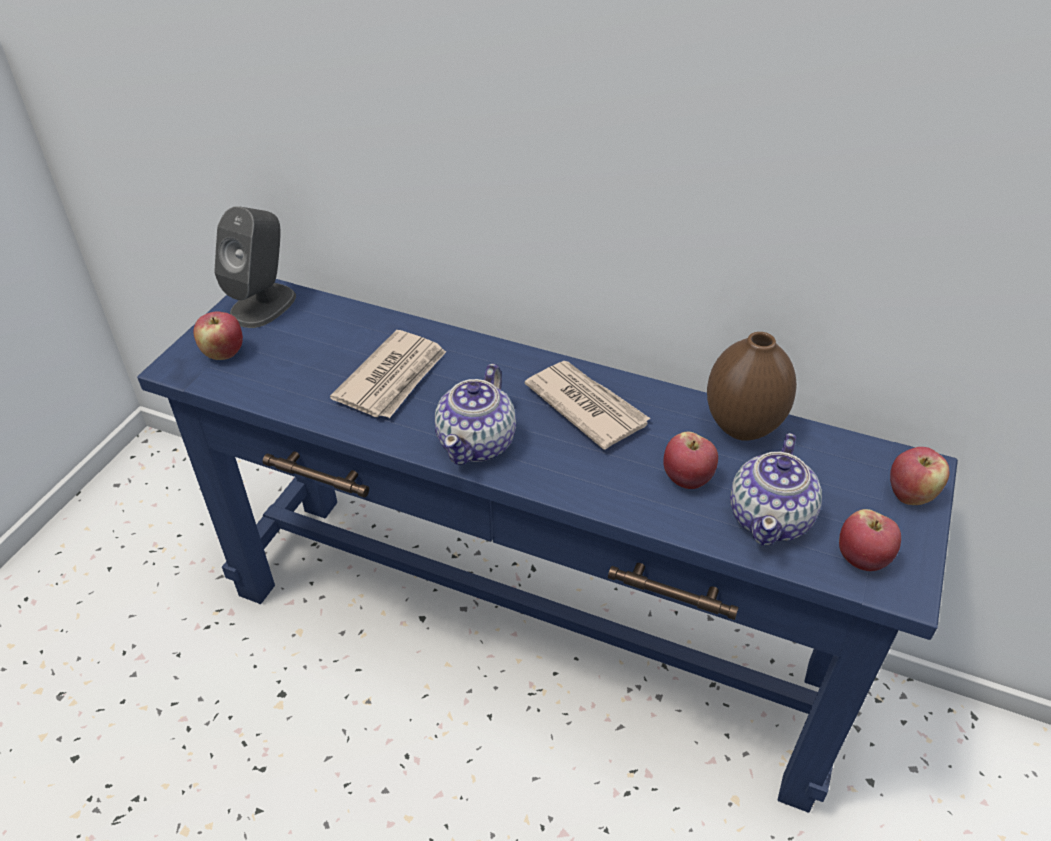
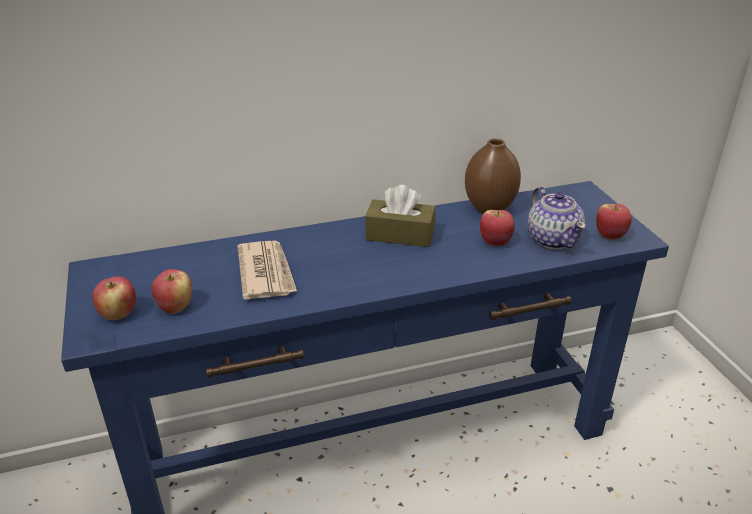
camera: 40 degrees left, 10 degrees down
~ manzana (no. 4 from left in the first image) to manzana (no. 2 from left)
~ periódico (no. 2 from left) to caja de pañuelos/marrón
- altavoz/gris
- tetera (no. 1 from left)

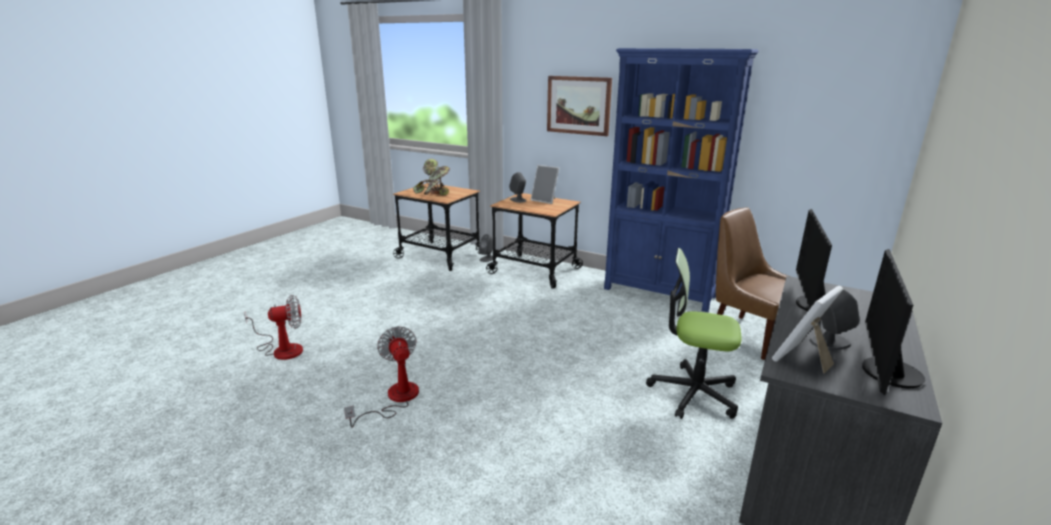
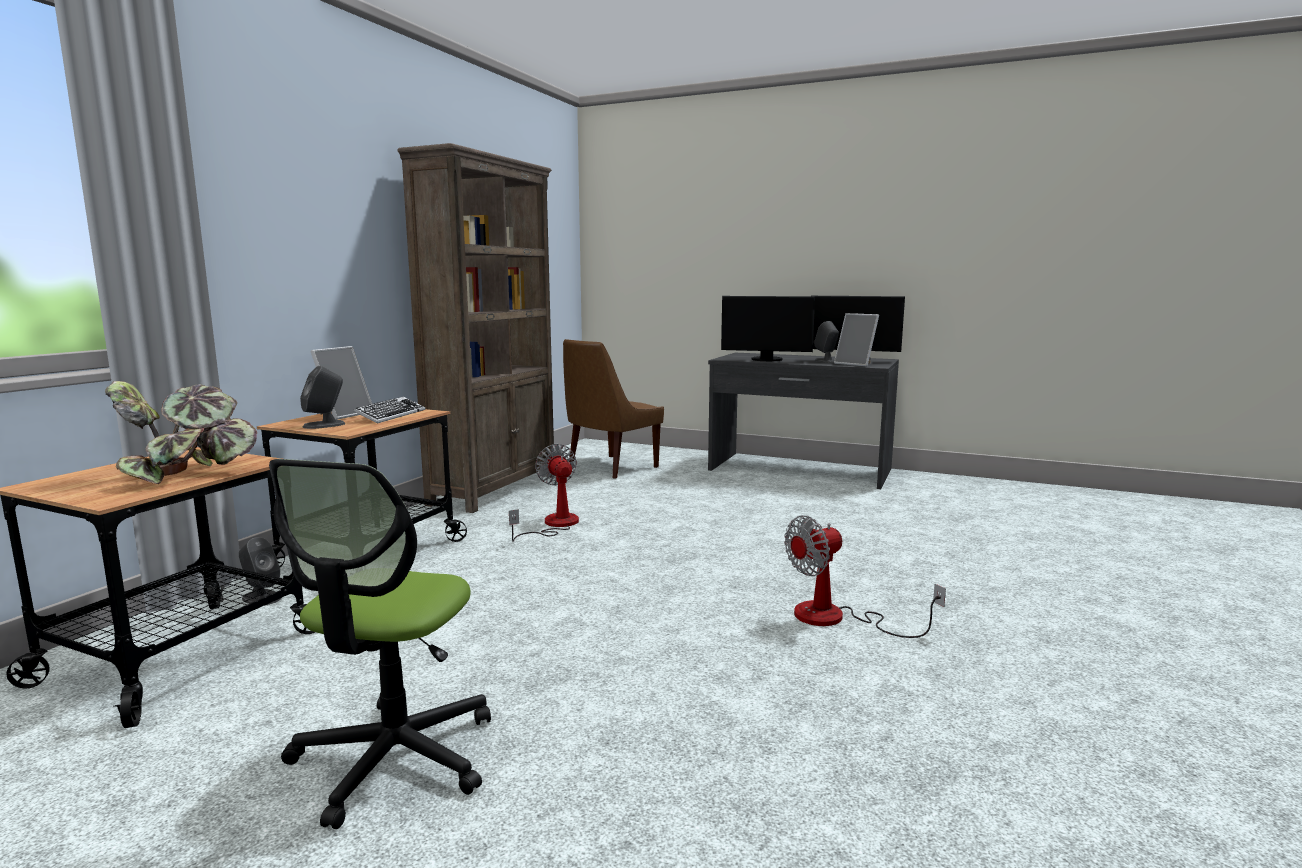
camera: 95 degrees left, 10 degrees down
~ silla de oficina
+ teclado
~ estantería/azul to estantería/marrón
~ ventilador (no. 1 from left)
- cuadro

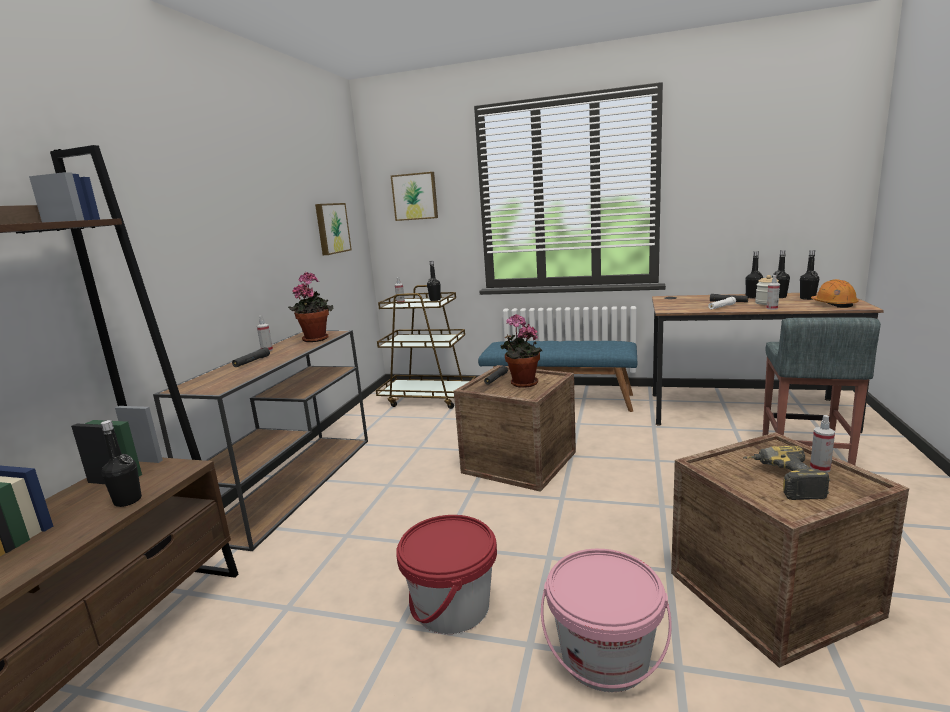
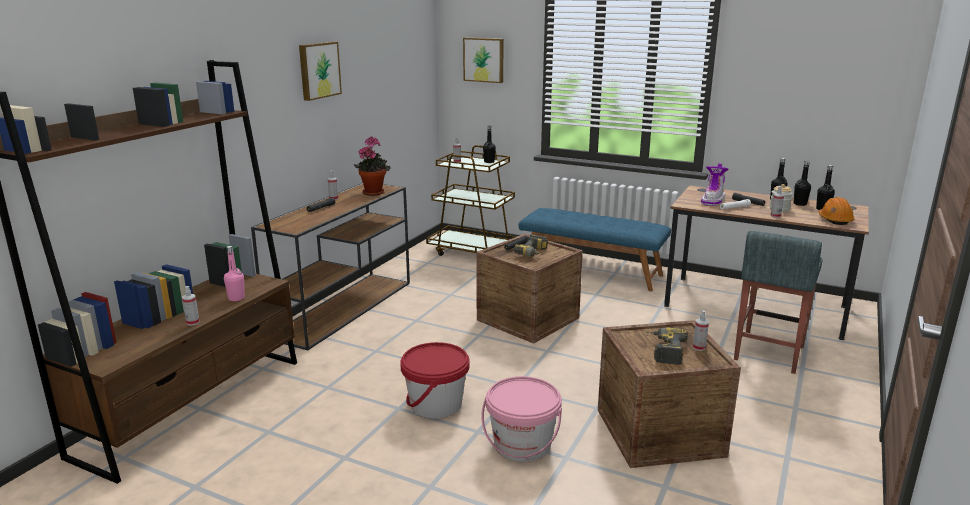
camera: 10 degrees right, 5 degrees up
+ pulverizador (no. 1 from left)
~ botella/negro (no. 1 from left) to botella/rosa
~ cuadro (no. 1 from left)
~ planta en maceta (no. 2 from left) to taladro (no. 1 from left)
+ bota

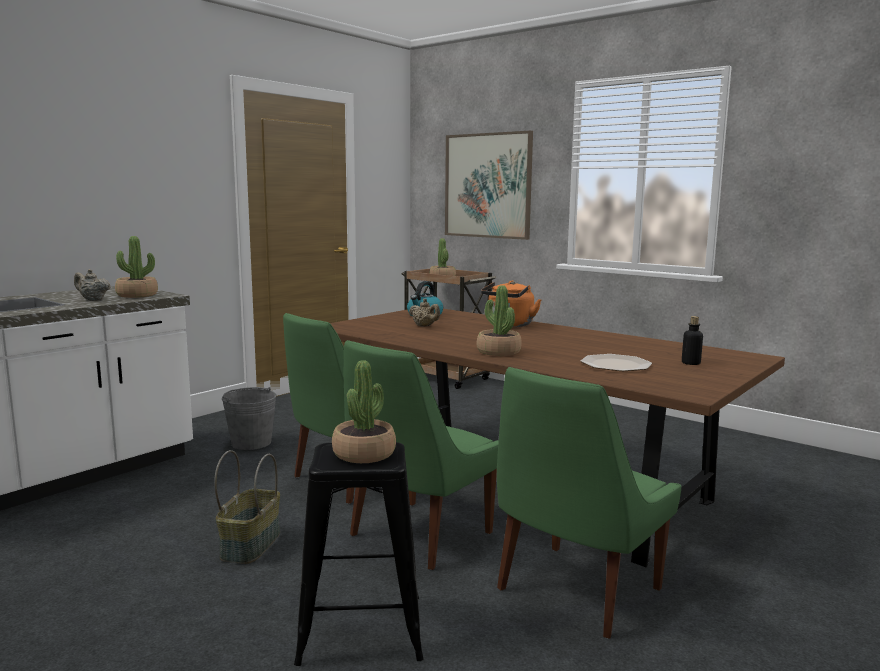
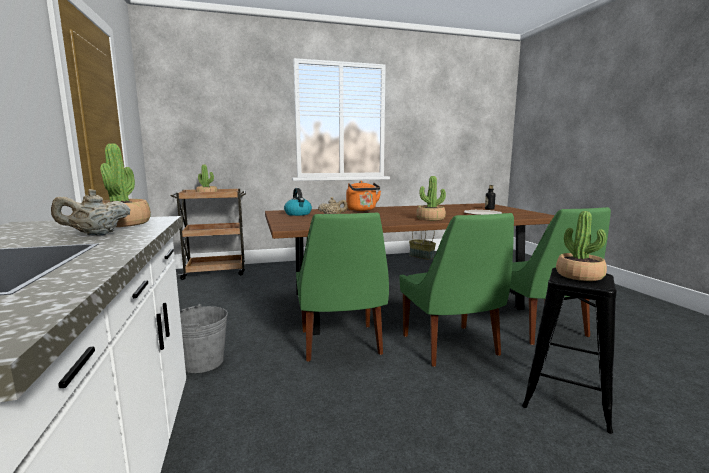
camera: 55 degrees left, 0 degrees up
~ cesta
- cuadro

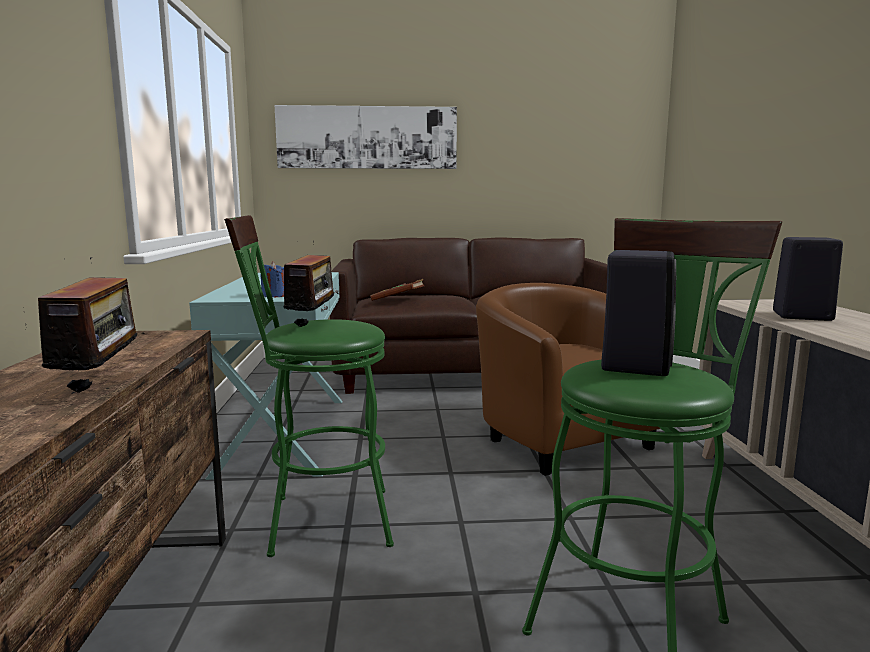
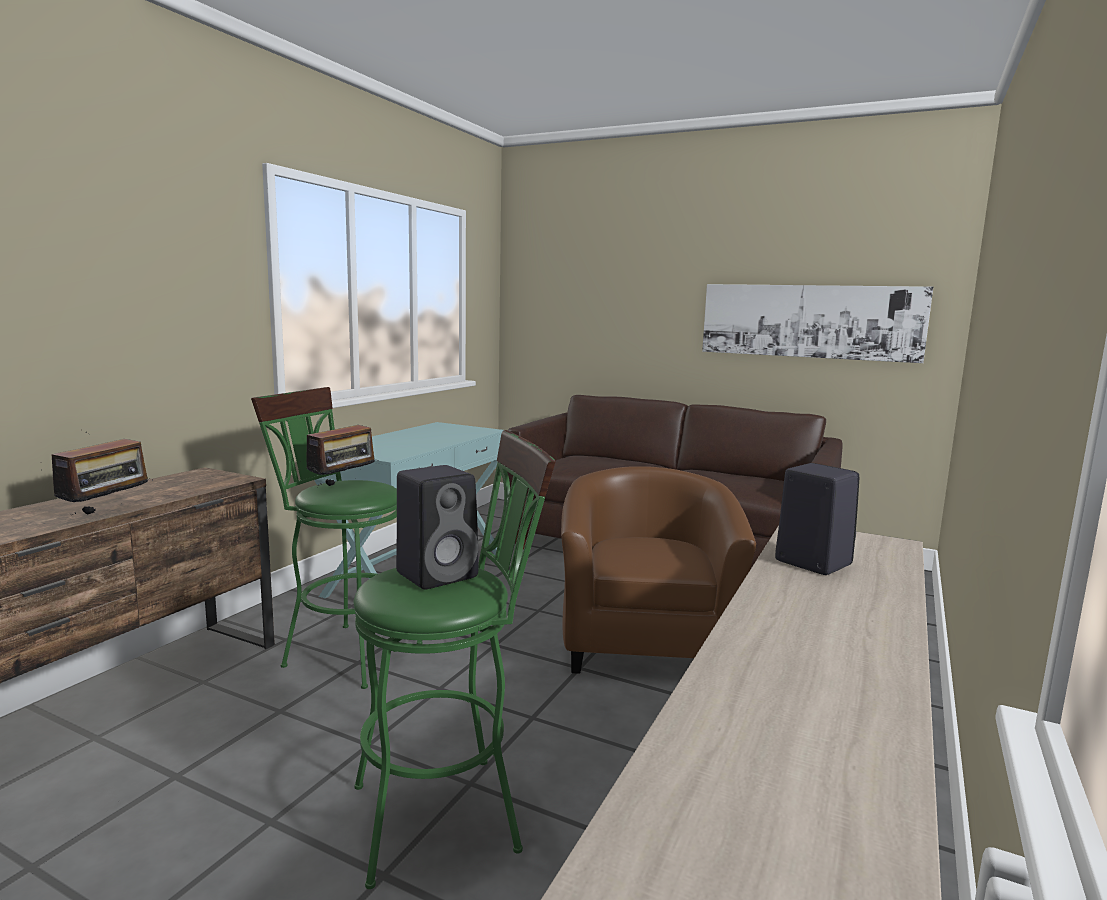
camera: 30 degrees right, 0 degrees up
~ cuadro
- vela/azul
- libro/marrón

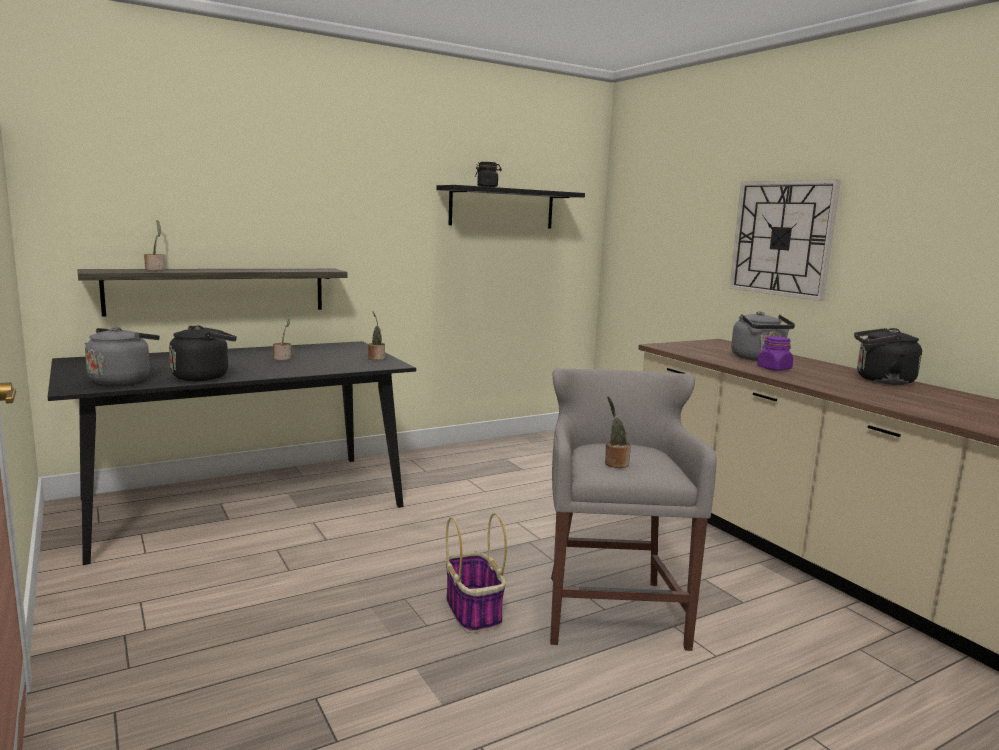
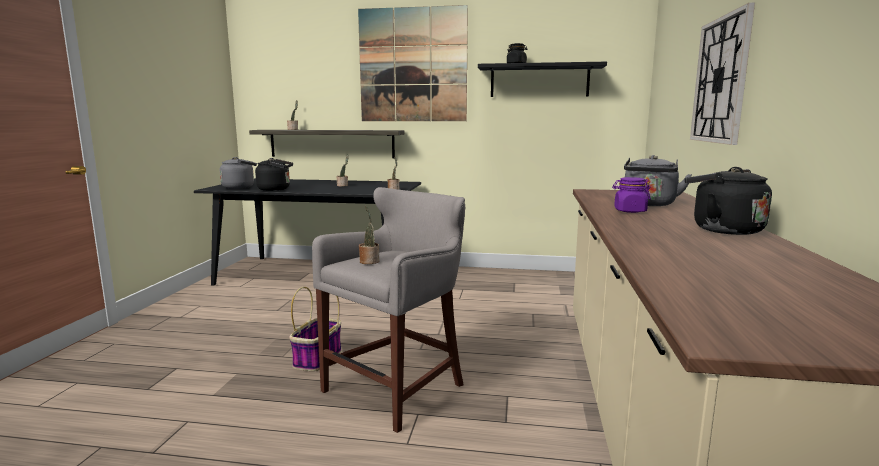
camera: 40 degrees right, 0 degrees up
+ cuadro

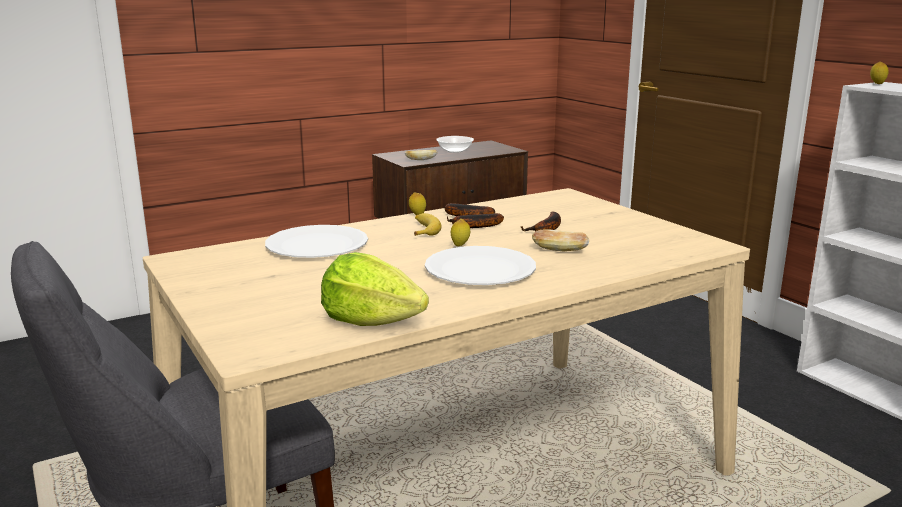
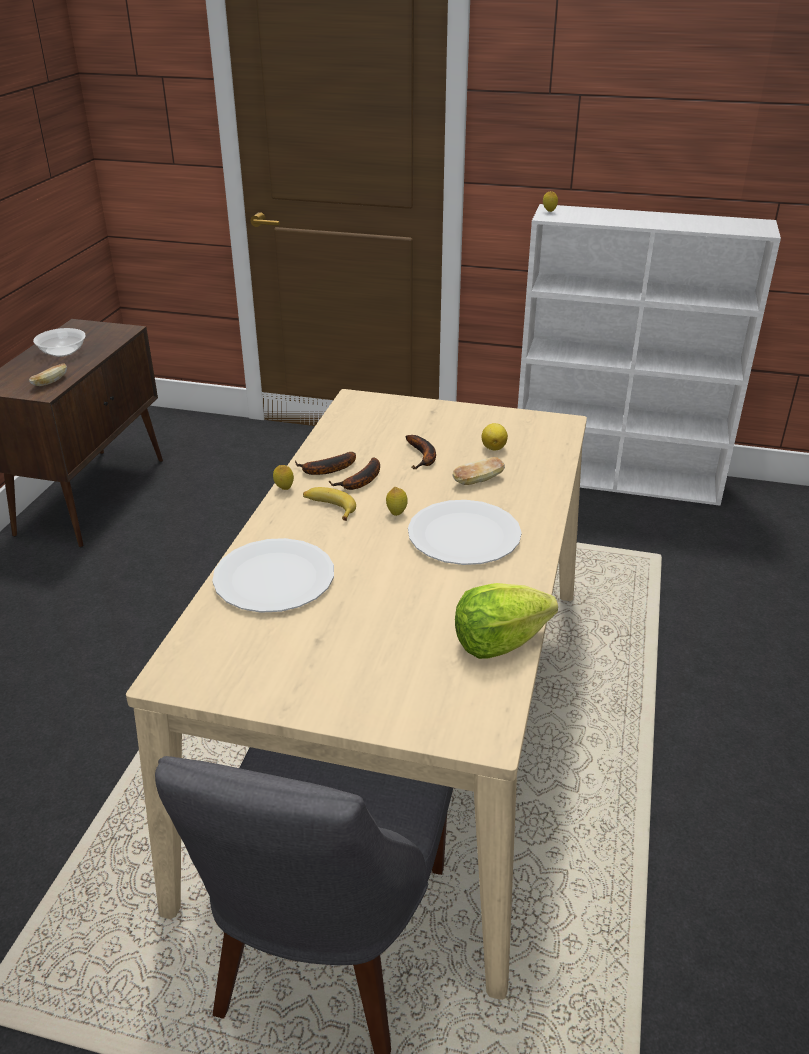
camera: 45 degrees left, 15 degrees up
+ limón (no. 3 from left)

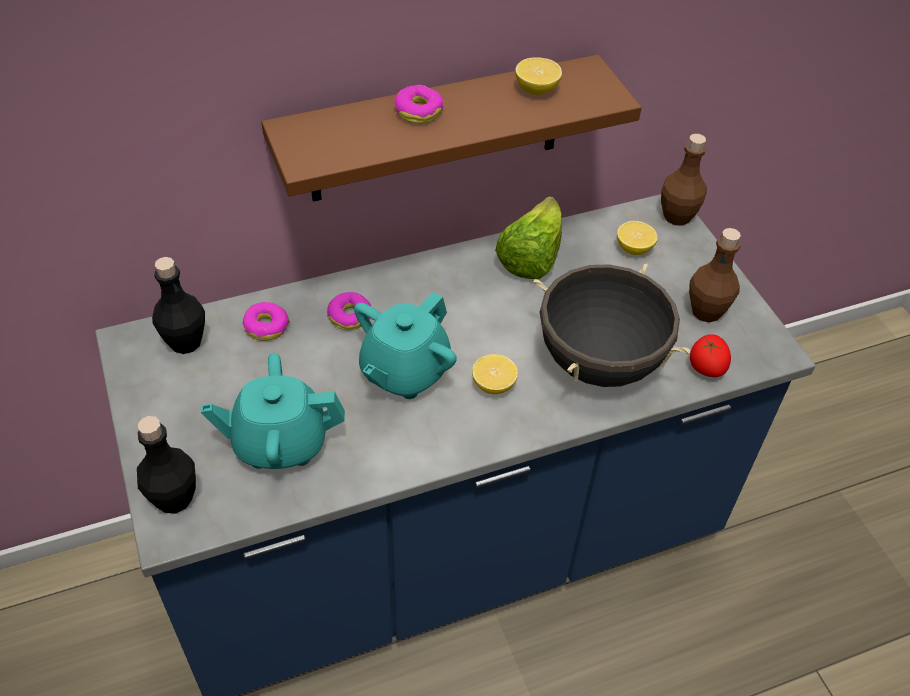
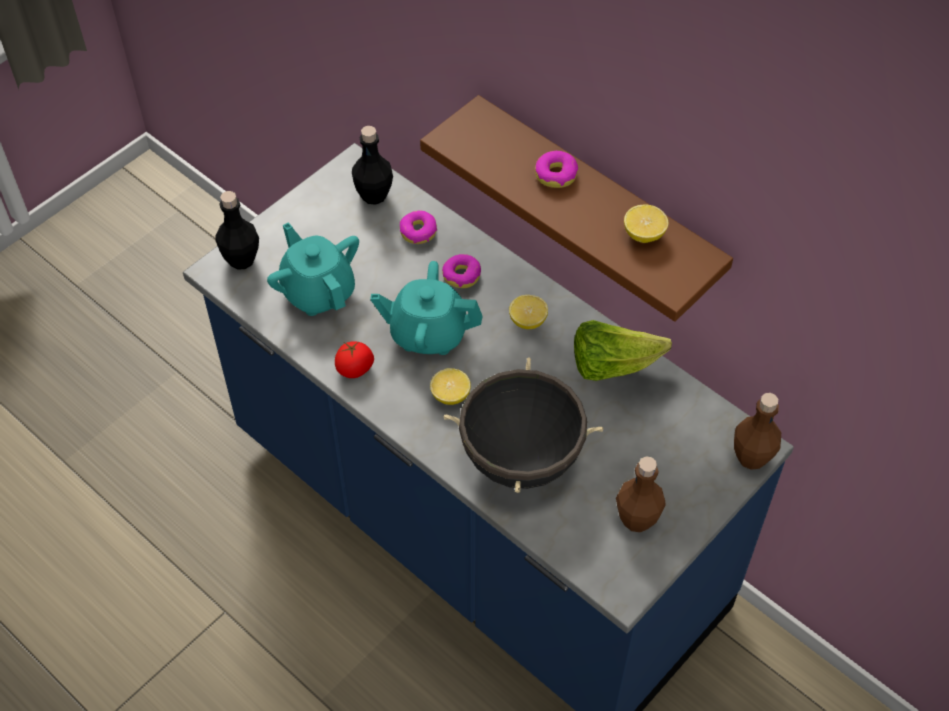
camera: 65 degrees right, 5 degrees up
~ tomate
~ limón (no. 3 from left in the first image) to limón (no. 2 from left)

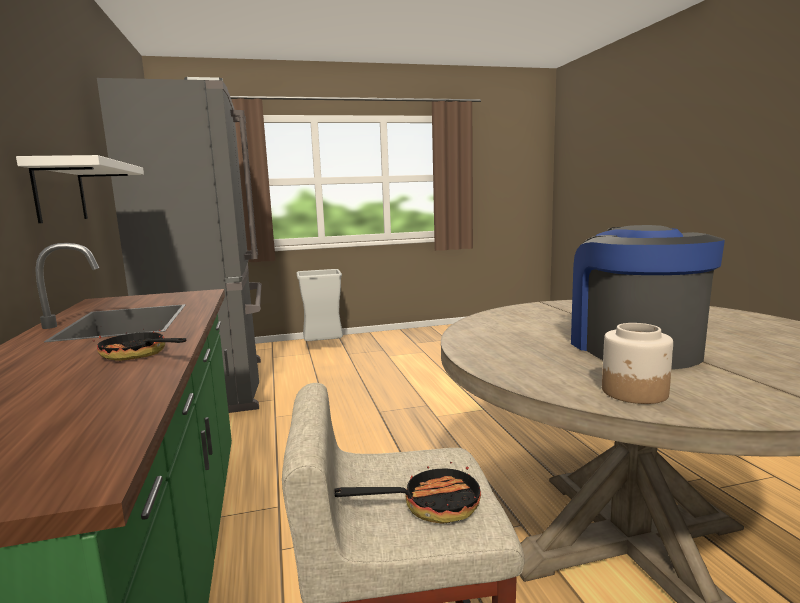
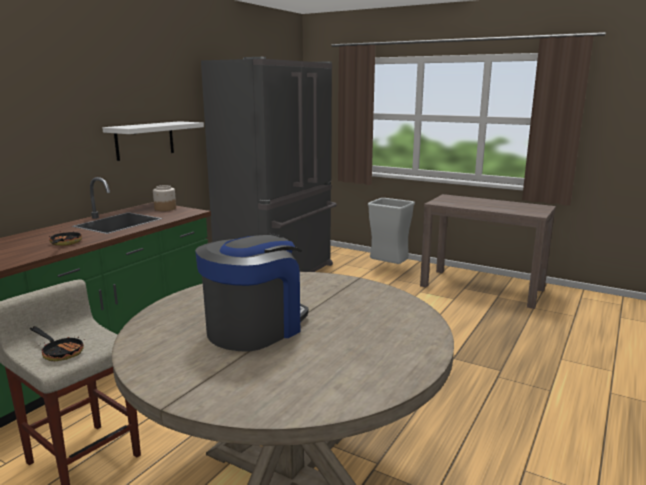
camera: 45 degrees right, 5 degrees up
~ tarro
+ mesa consola/marrón

